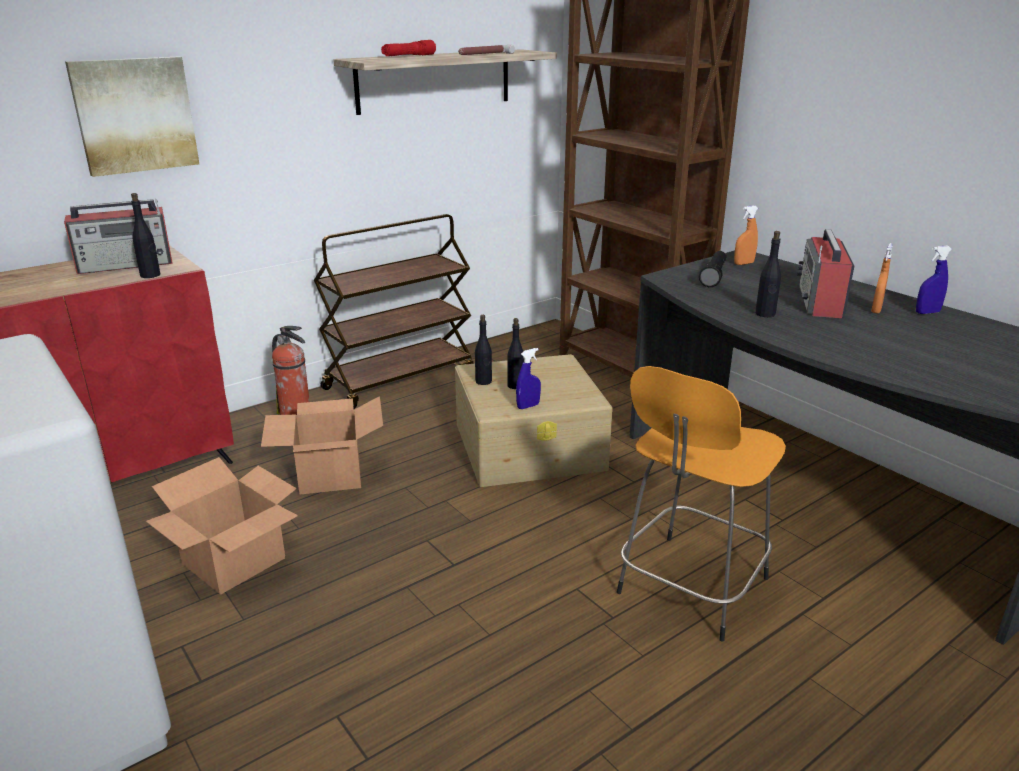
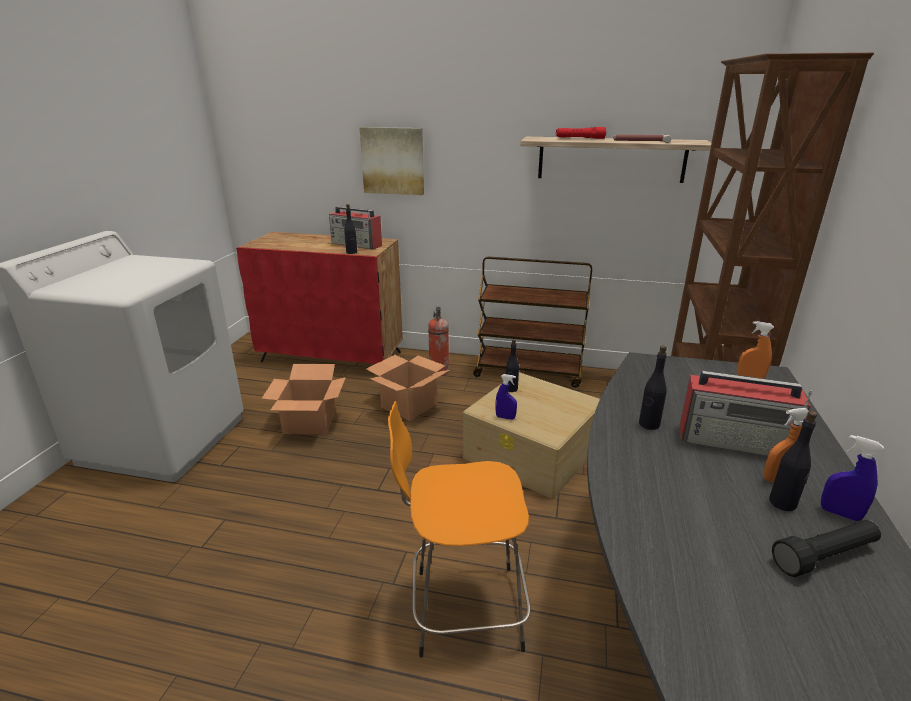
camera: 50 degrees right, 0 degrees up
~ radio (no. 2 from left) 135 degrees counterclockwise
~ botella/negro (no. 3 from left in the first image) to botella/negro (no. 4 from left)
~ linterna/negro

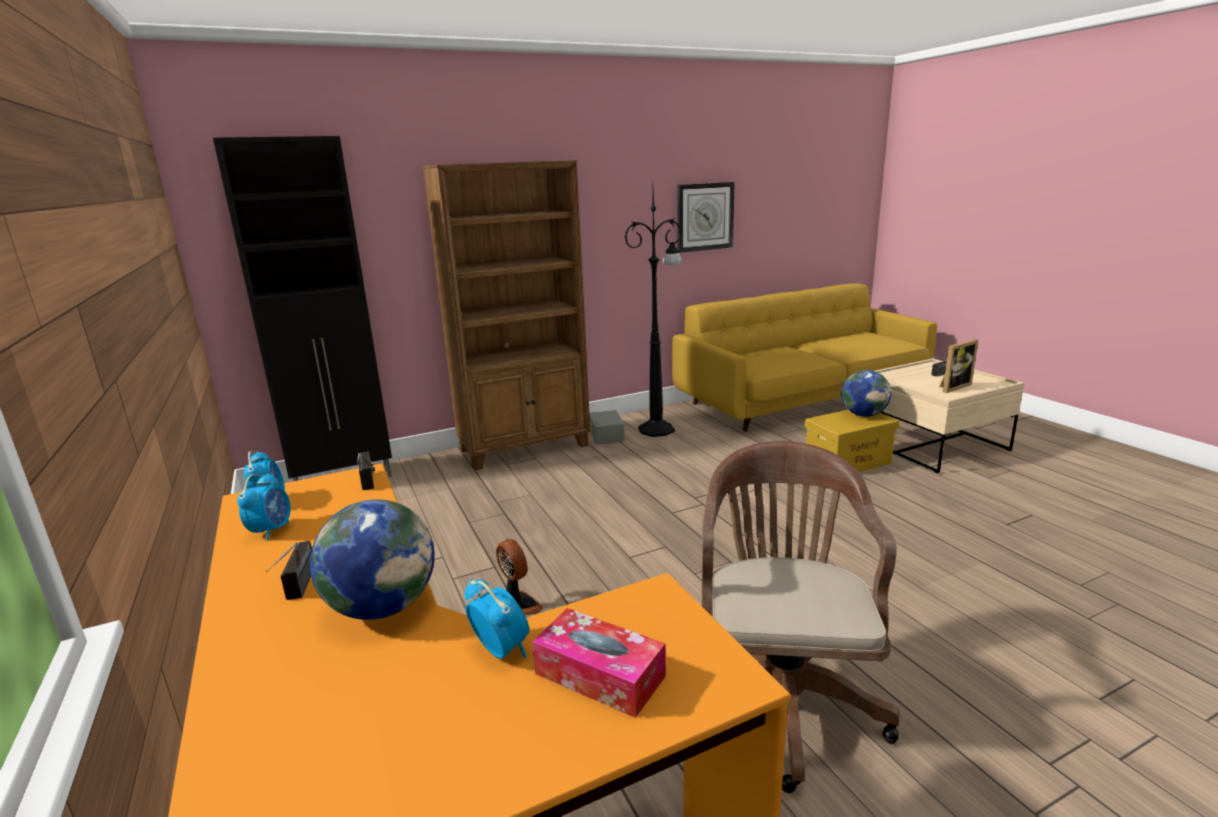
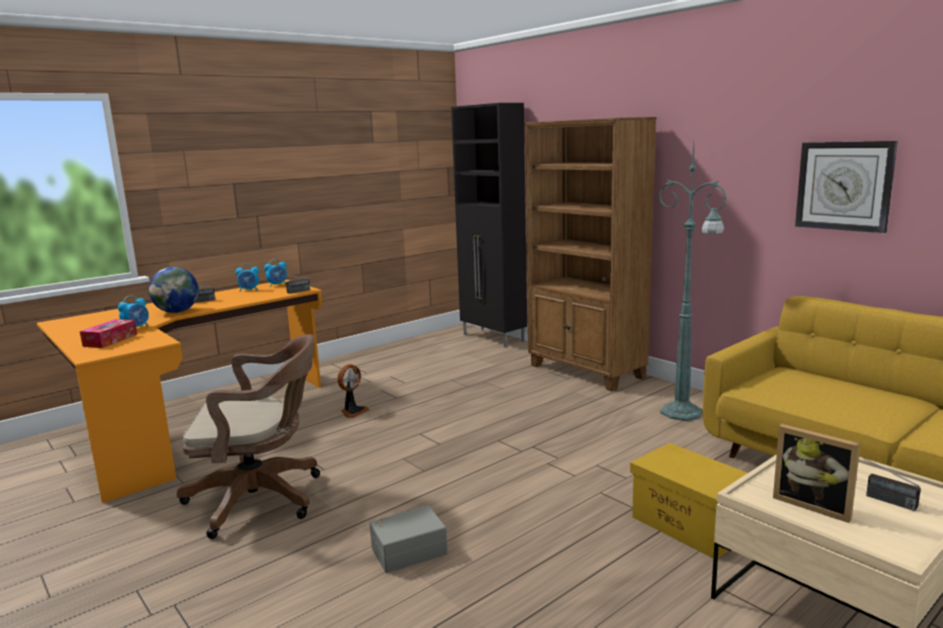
camera: 75 degrees right, 5 degrees down
~ caja de almacenaje/gris
~ lámpara de pie/negro to lámpara de pie/verde
- globo terráqueo (no. 2 from left)

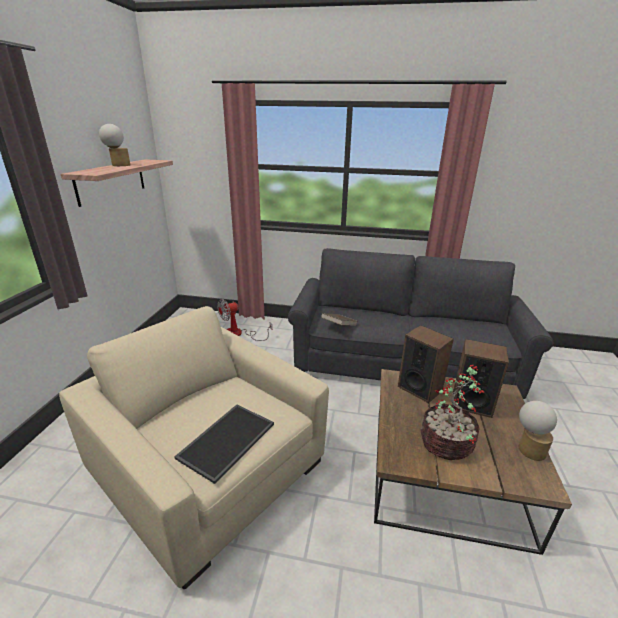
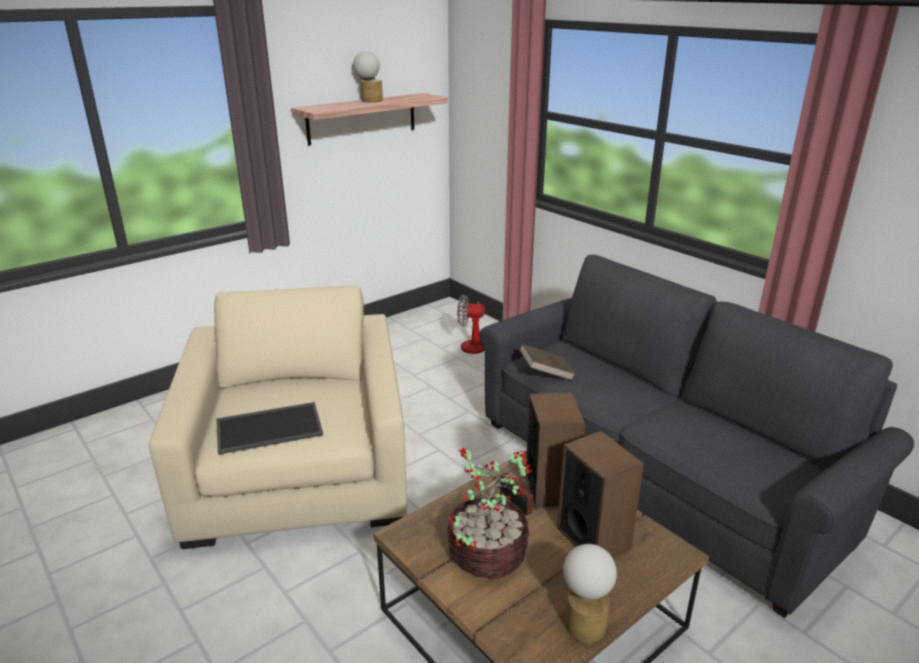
camera: 40 degrees right, 0 degrees up
+ radio

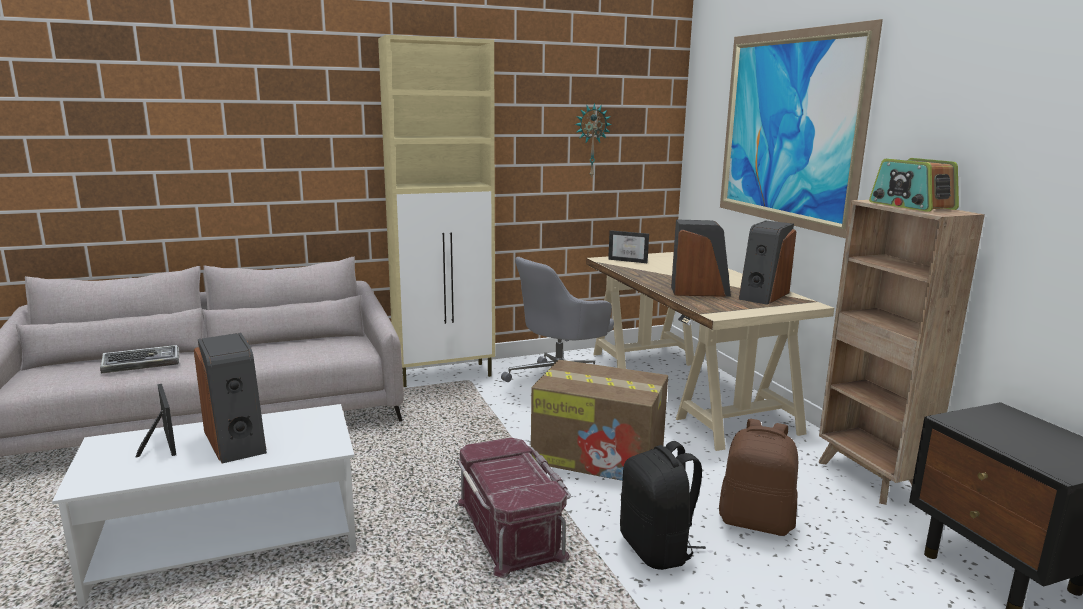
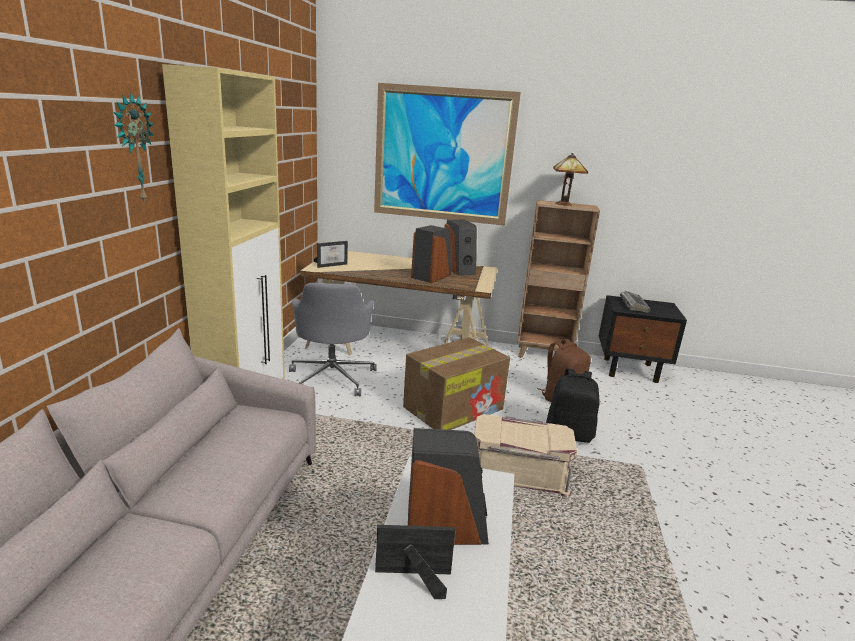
camera: 60 degrees left, 5 degrees up
~ reloj de pared
~ caja de almacenaje/rojo to caja de almacenaje/beis
~ radio to lámpara de mesa
~ teclado

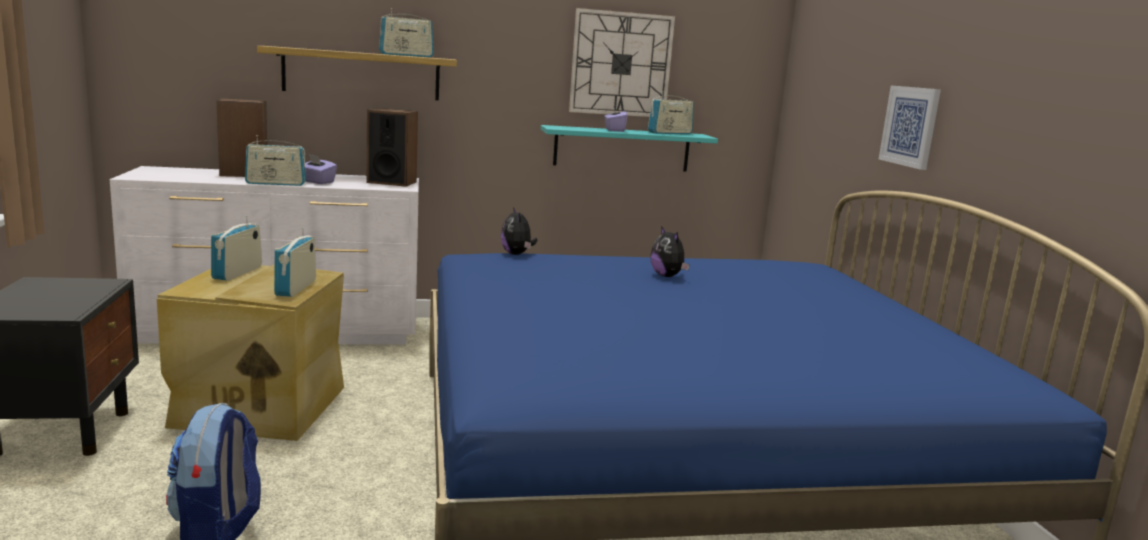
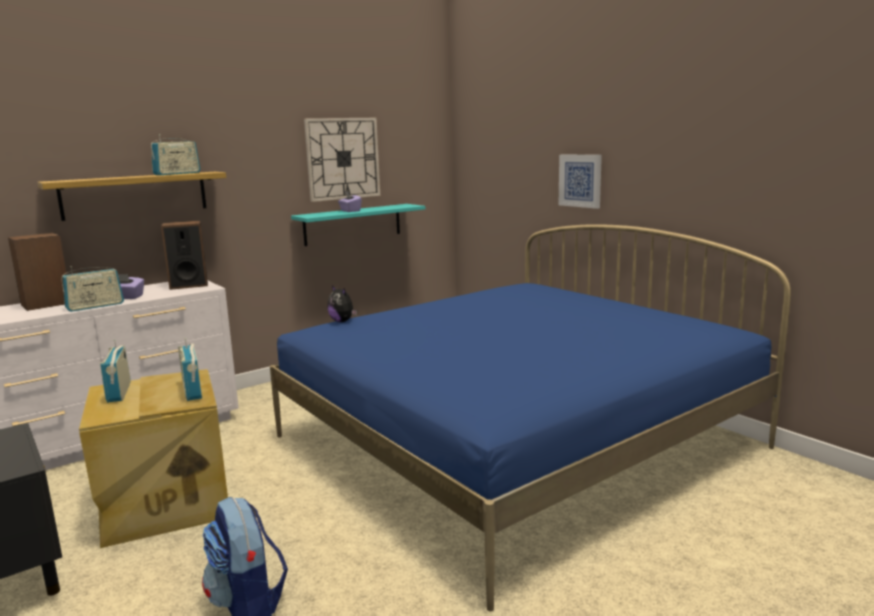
camera: 25 degrees left, 0 degrees up
- radio (no. 5 from left)
- peluche (no. 2 from left)

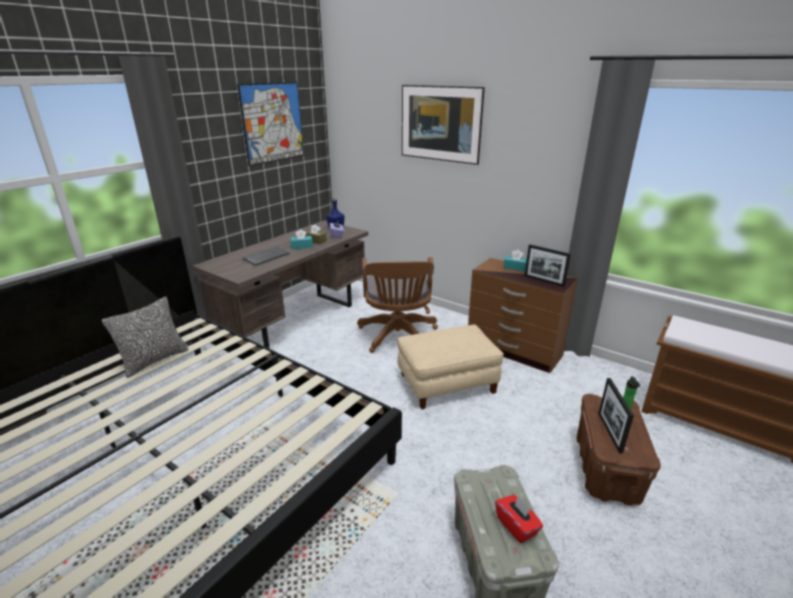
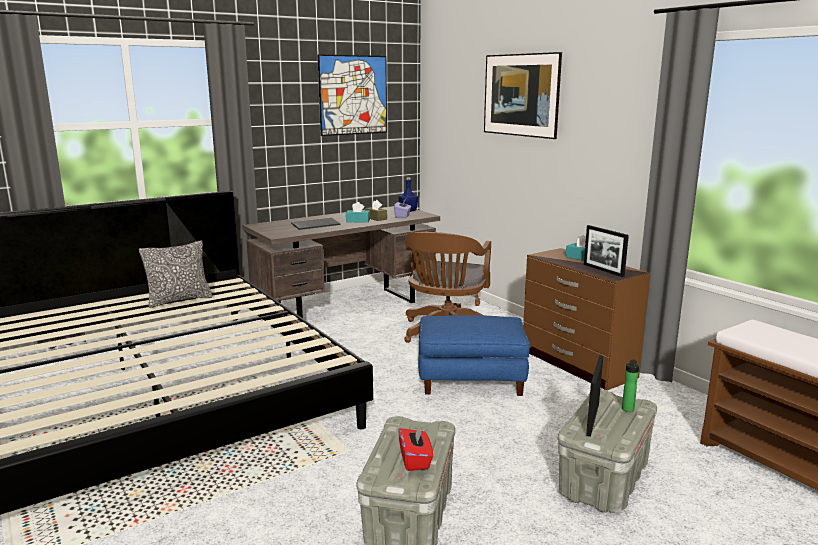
camera: 20 degrees right, 10 degrees down
~ puf/beis to puf/azul
~ caja de almacenaje/marrón to caja de almacenaje/gris (no. 2 from left)

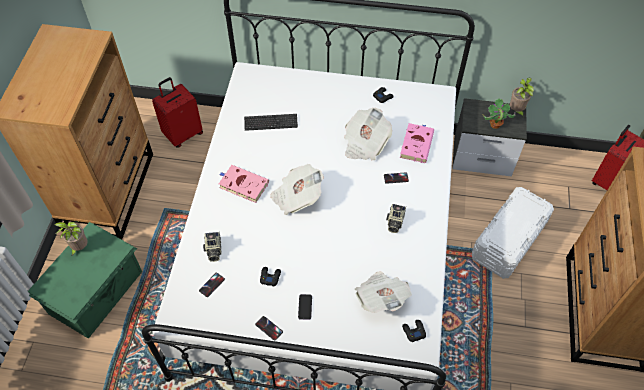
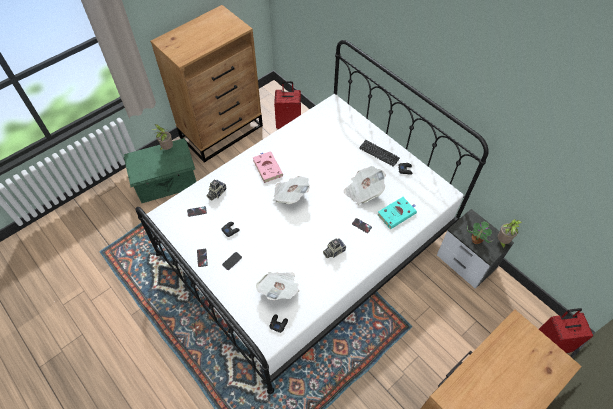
camera: 40 degrees right, 0 degrees up
~ teclado
~ libro/rosa (no. 2 from left) to libro/turquesa
- caja de almacenaje/blanco

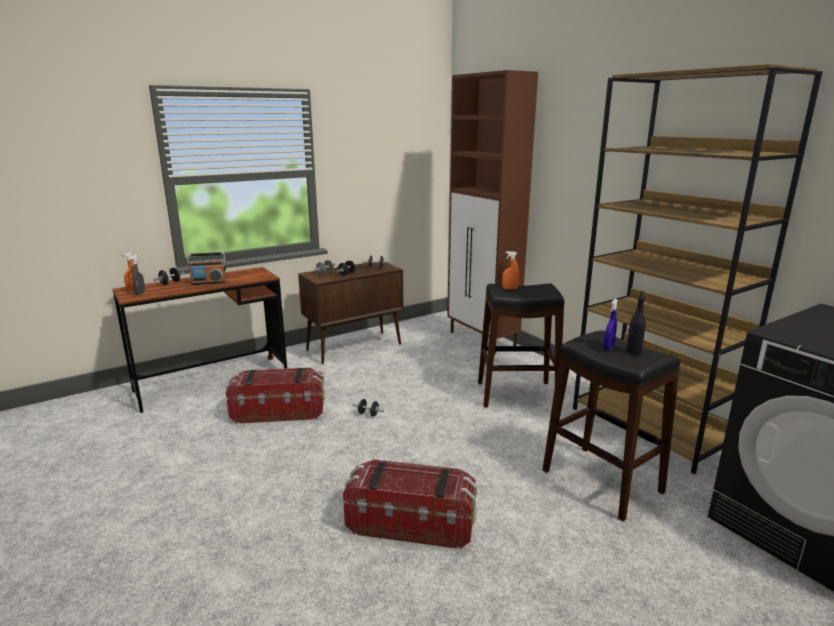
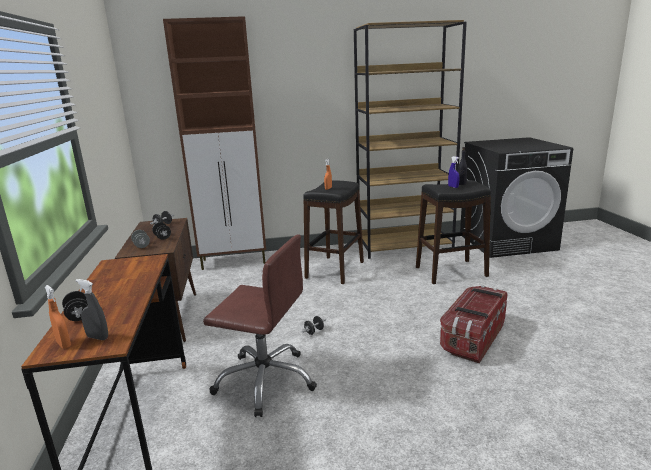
camera: 65 degrees left, 0 degrees up
~ caja de almacenaje (no. 1 from left) to silla de oficina/marrón
- radio

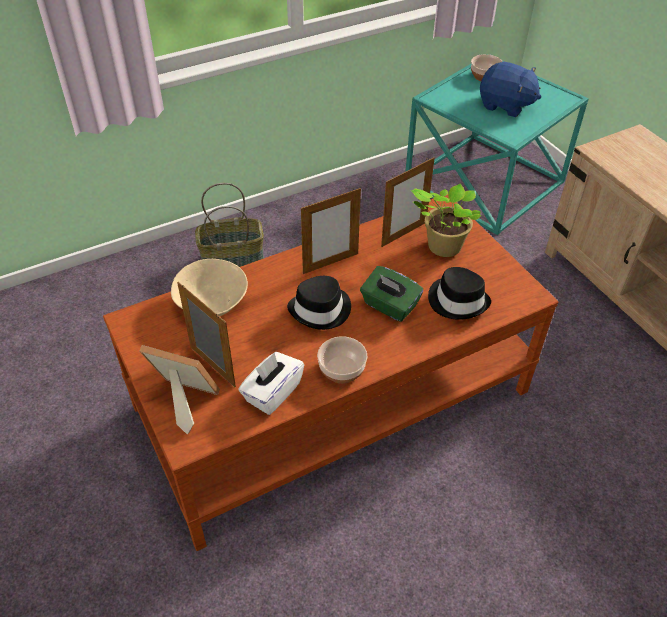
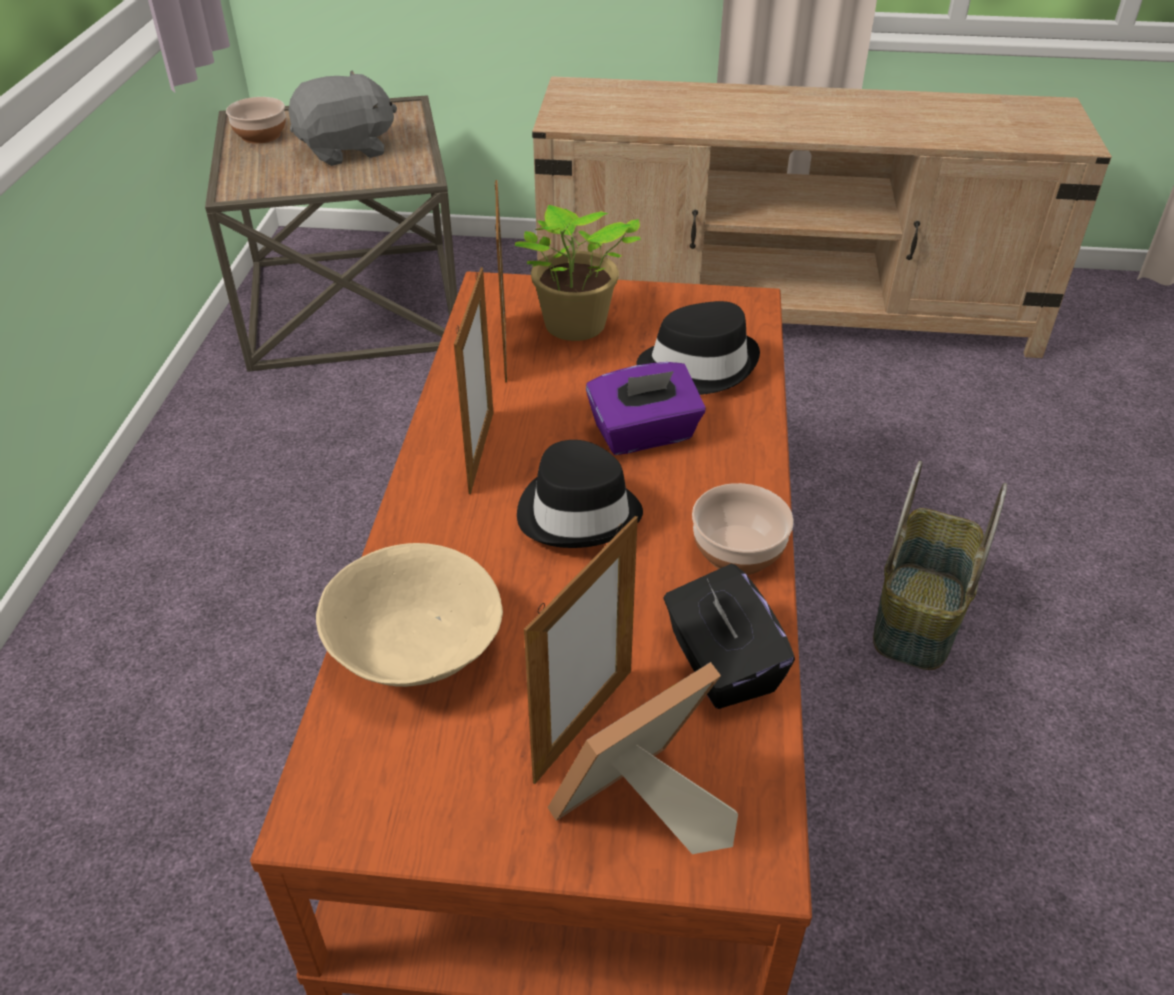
camera: 55 degrees left, 5 degrees down
~ mesa auxiliar/turquesa to mesa auxiliar/marrón
~ peluche/azul to peluche/gris
~ portarretratos (no. 2 from left in the first image) 135 degrees clockwise
~ caja de pañuelos/verde to caja de pañuelos/morado
~ caja de pañuelos/blanco to caja de pañuelos/negro
~ cesta

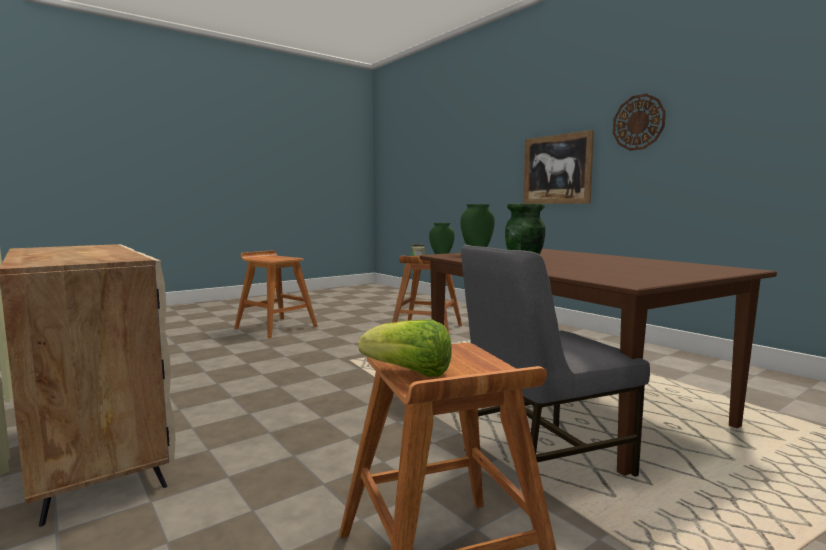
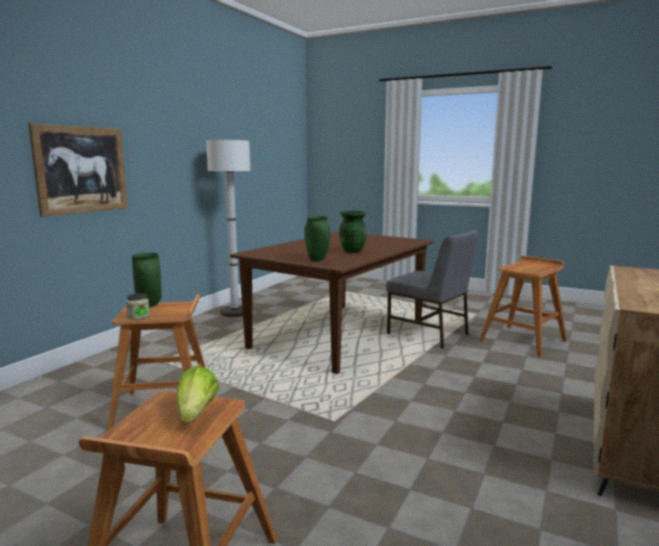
camera: 115 degrees left, 5 degrees up
~ lechuga
+ lámpara de pie/blanco
- reloj de pared

